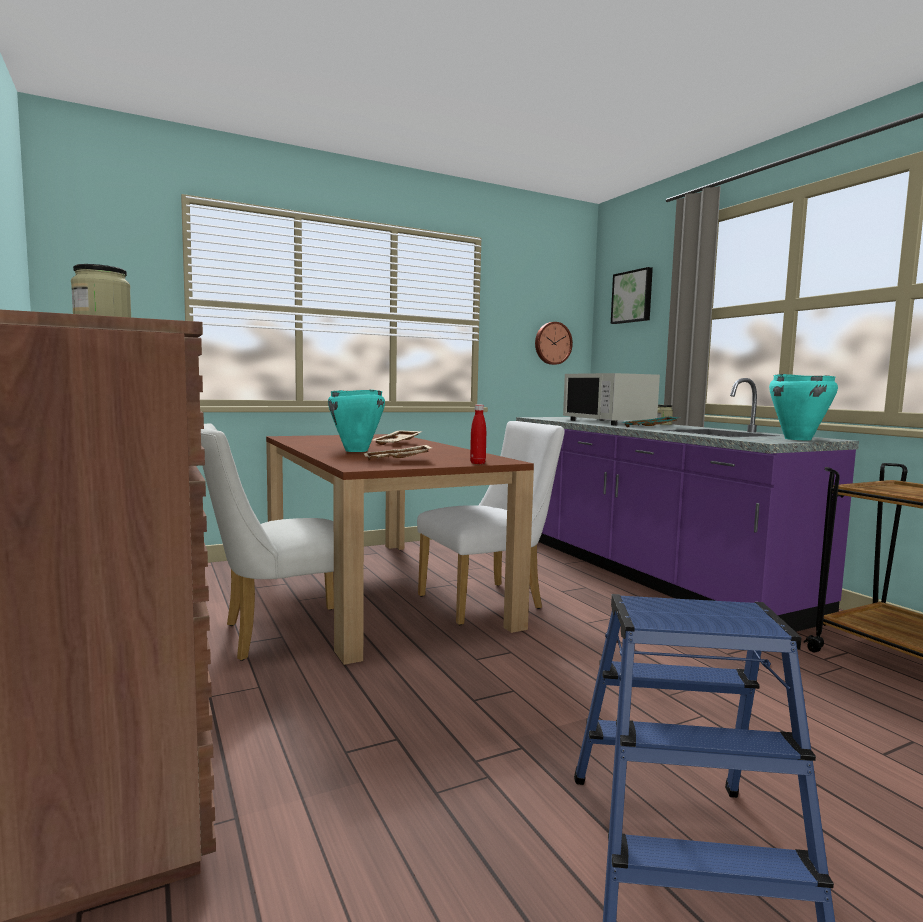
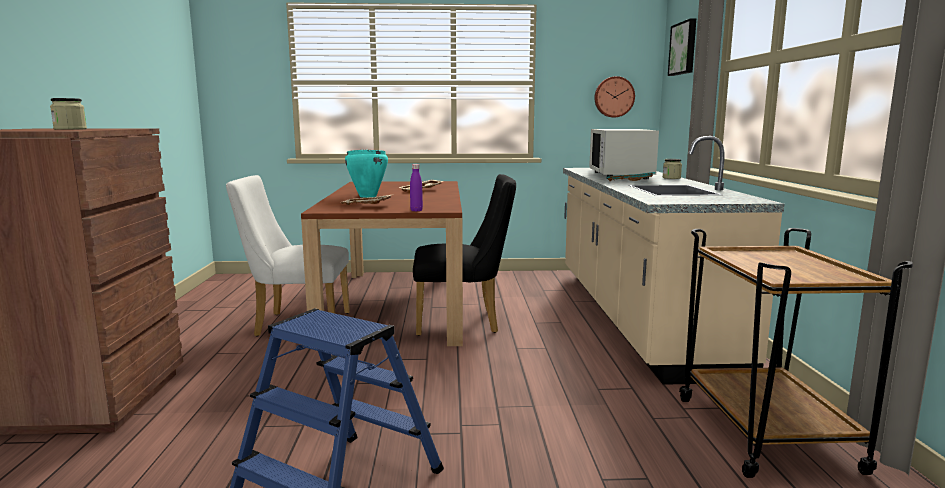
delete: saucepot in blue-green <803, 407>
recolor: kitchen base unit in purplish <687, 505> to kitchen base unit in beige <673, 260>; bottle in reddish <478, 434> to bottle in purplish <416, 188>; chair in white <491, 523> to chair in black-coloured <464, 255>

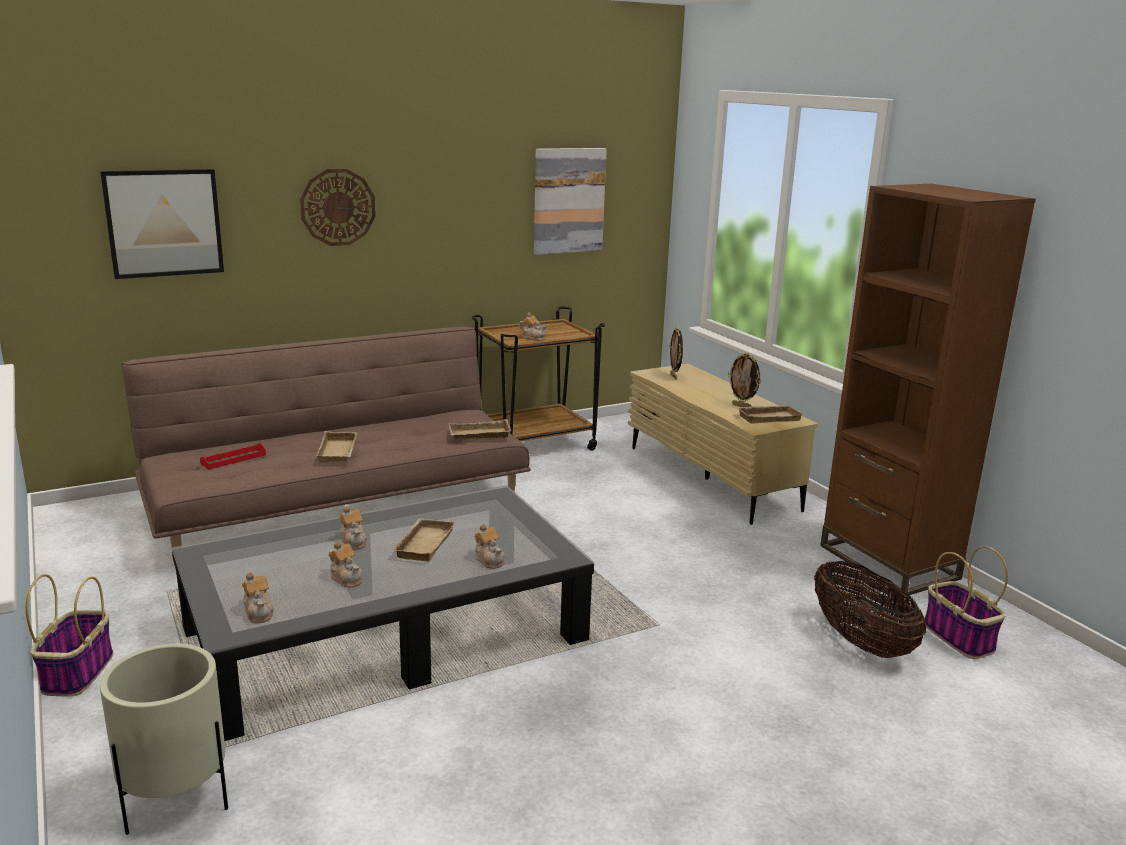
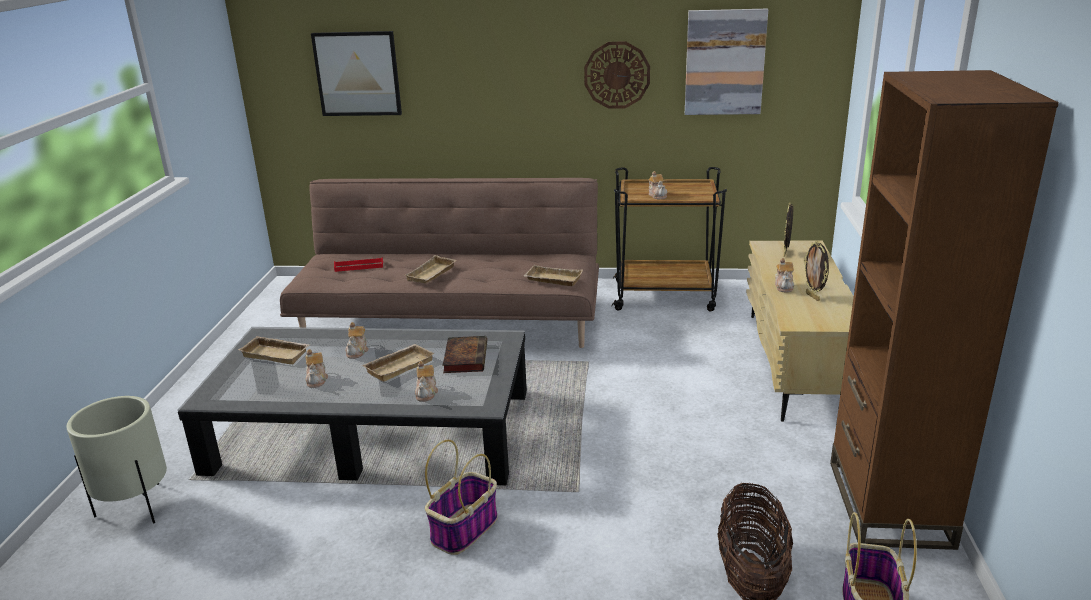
insert: bound book <464, 354>
move: wall clock <338, 207> to <617, 75>; serving tray in beige <770, 414> to <274, 350>; pot for tea <258, 598> to <784, 275>; household basket <69, 635> to <461, 497>

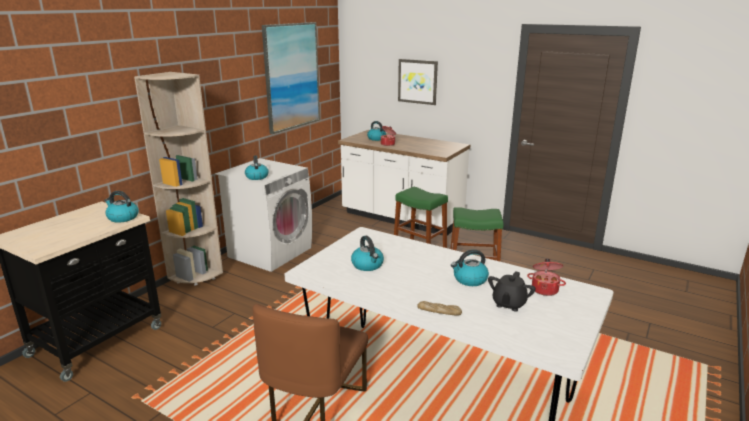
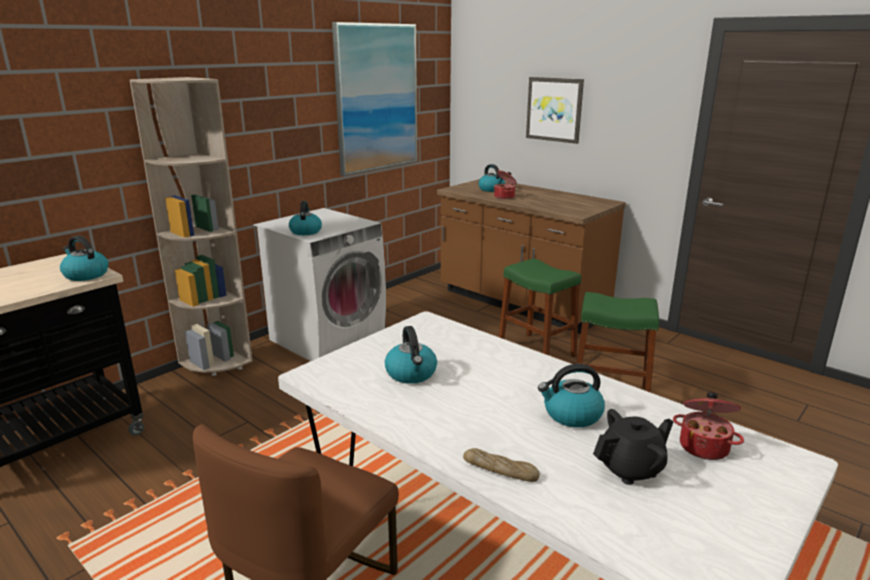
recolor: kitchen base unit in white <404, 183> to kitchen base unit in brown <531, 256>
rotate: pot for tea in black-coloured <512, 291> = <633, 447> 150 degrees counterclockwise

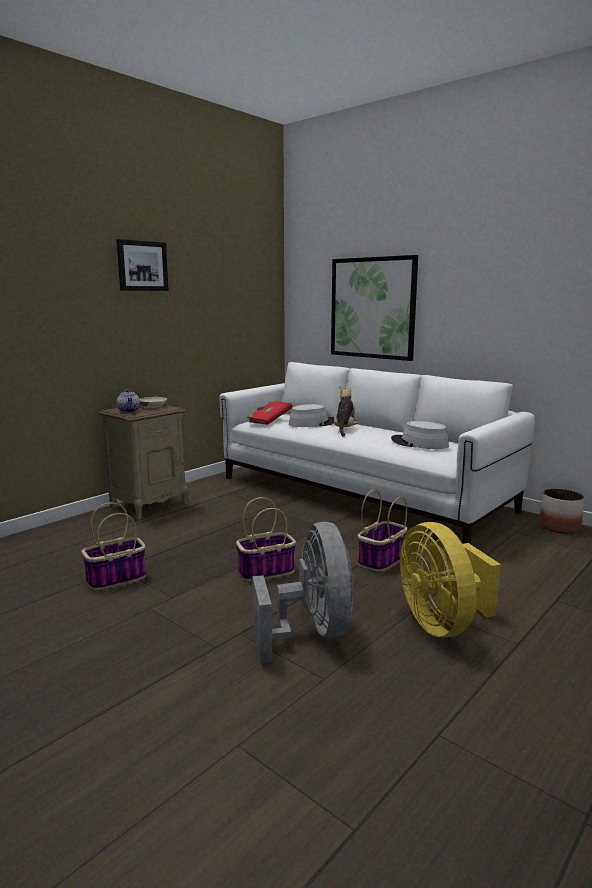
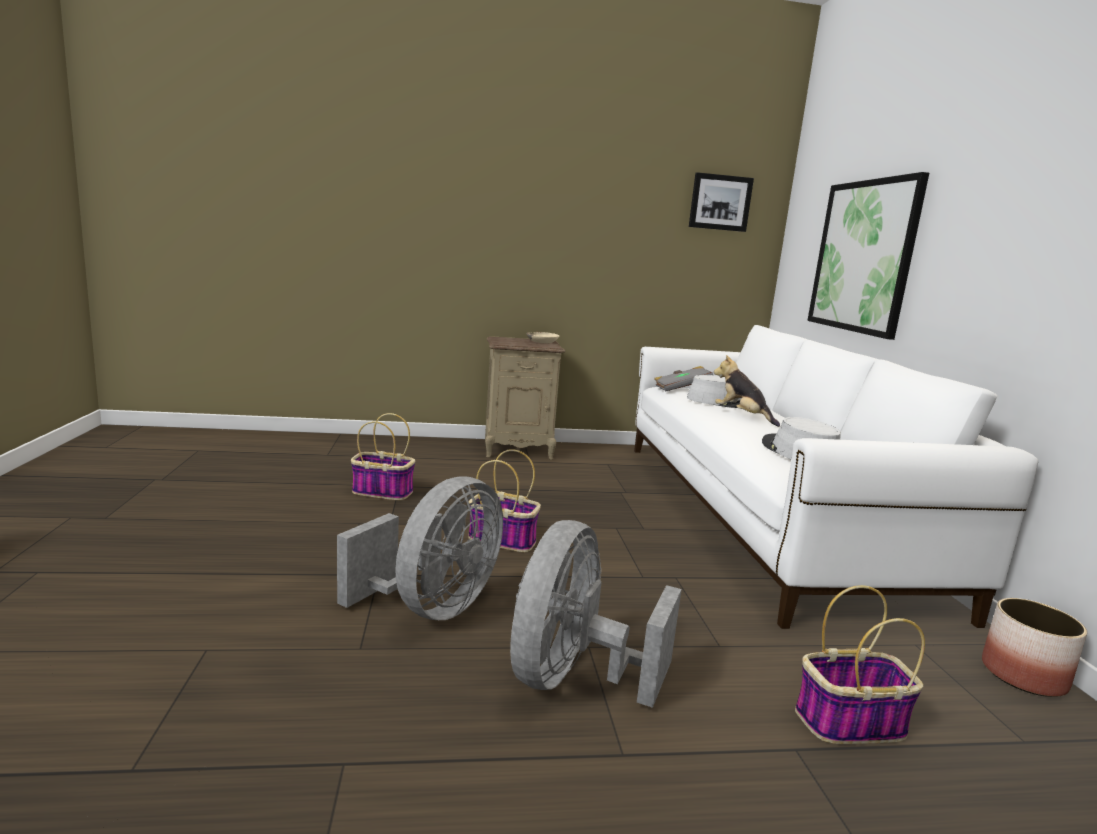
delete: pot for tea <128, 401>
move: wall art <142, 265> to <721, 202>; household basket <382, 531> to <860, 664>
recolor: bound book in reddish <270, 412> to bound book in greyish <683, 378>; electric fan in yellow <450, 580> to electric fan in greyish <596, 614>
rotate: cuddly toy <346, 411> = <747, 391> 90 degrees counterclockwise

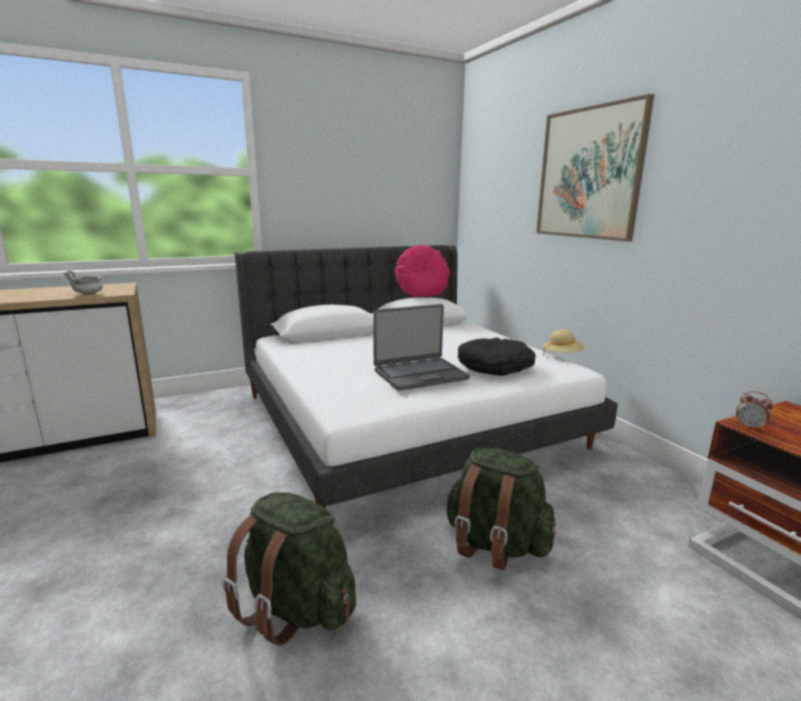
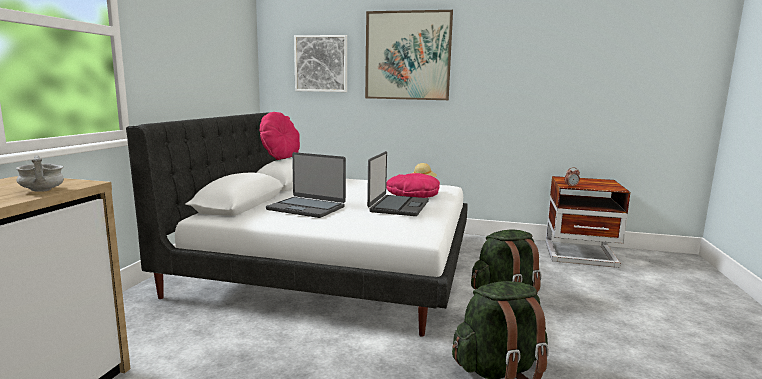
insert: wall art <320, 63>; notebook computer <306, 185>
recolor: pillow in black-coloured <497, 356> to pillow in pinkish <413, 185>

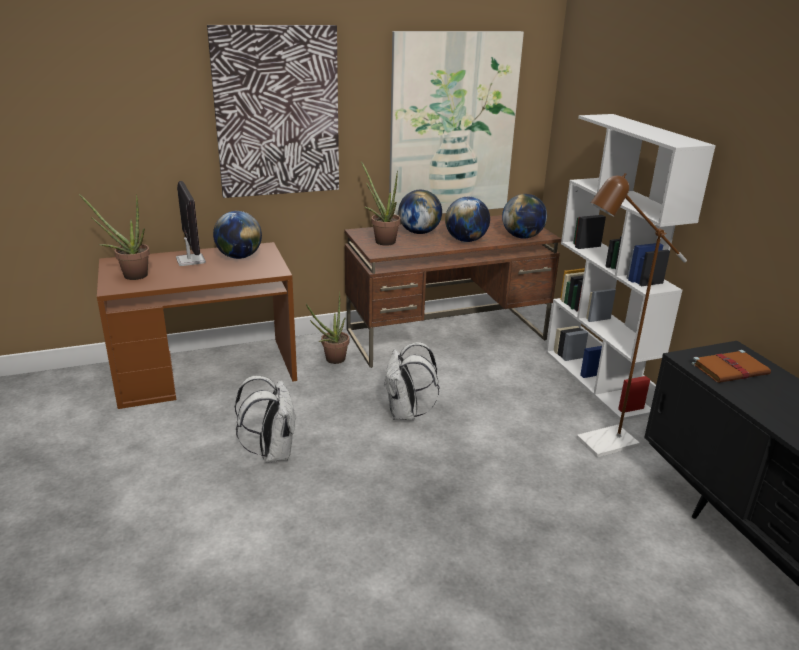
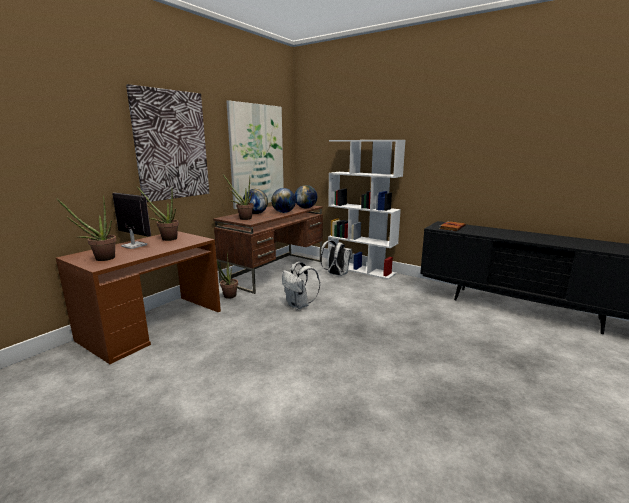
delete: standard lamp in brown <632, 315>
move: knapsack in white <265, 419> to <336, 258>
replace: desk globe <237, 235> to potted plant <157, 213>

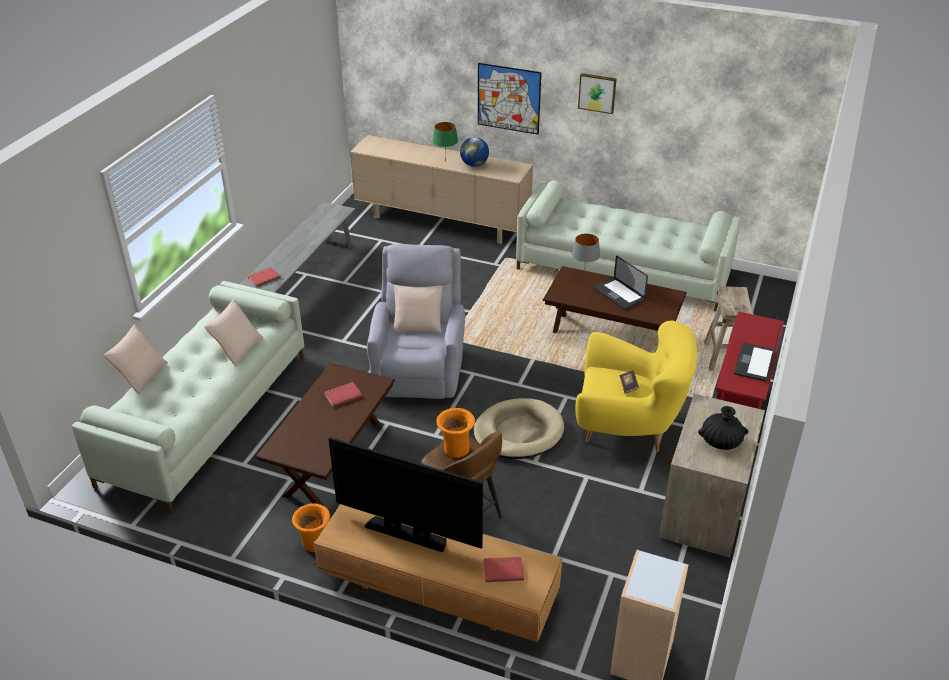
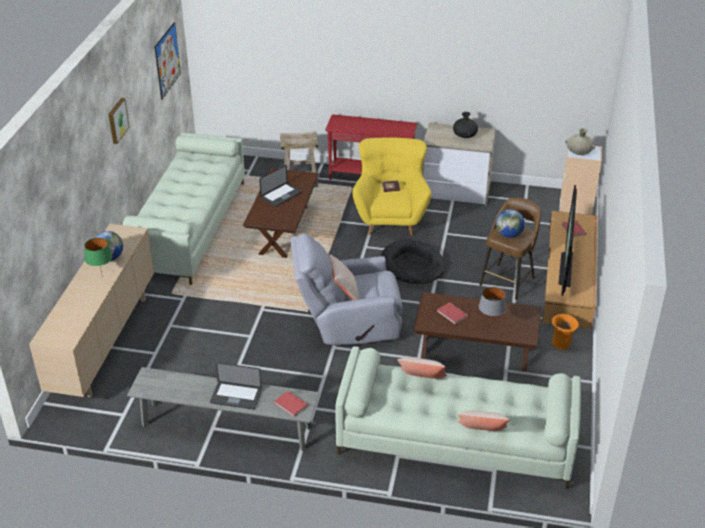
insert: flower vase in beige <580, 141>
move: wall art <509, 99> to <168, 61>; lamp for a table in greyish <586, 254> to <492, 306>; notebook computer <757, 352> to <236, 385>
replace: flower vase in orange-coloured <455, 433> to desk globe <510, 223>
recolor: dog bed in beige <519, 428> to dog bed in black-coloured <413, 261>

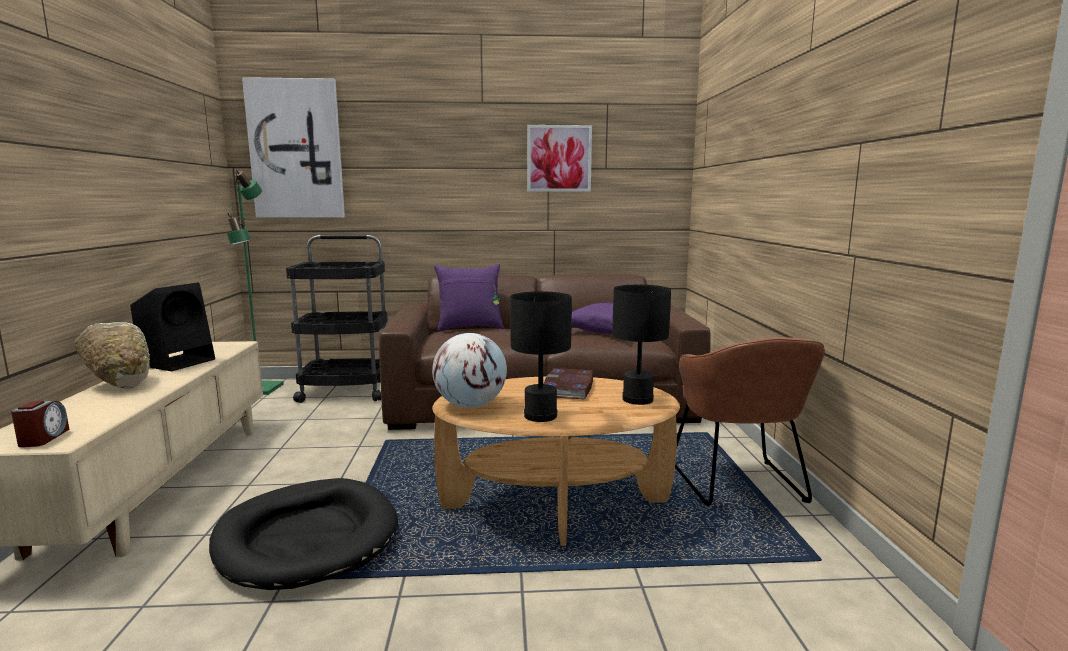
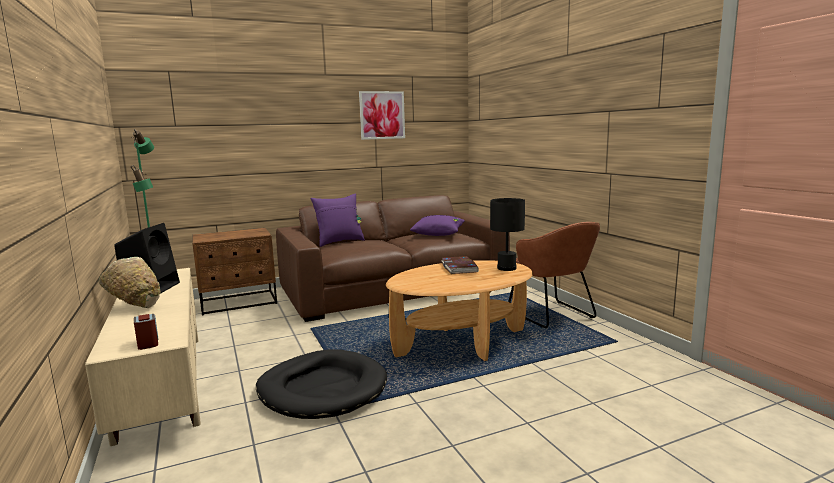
delete: wall art <293, 147>; lamp for a table in black-coloured <541, 357>; desk globe <469, 370>
replace: wheeled cart in black-coloured <337, 318> to bedside table in brown <234, 271>

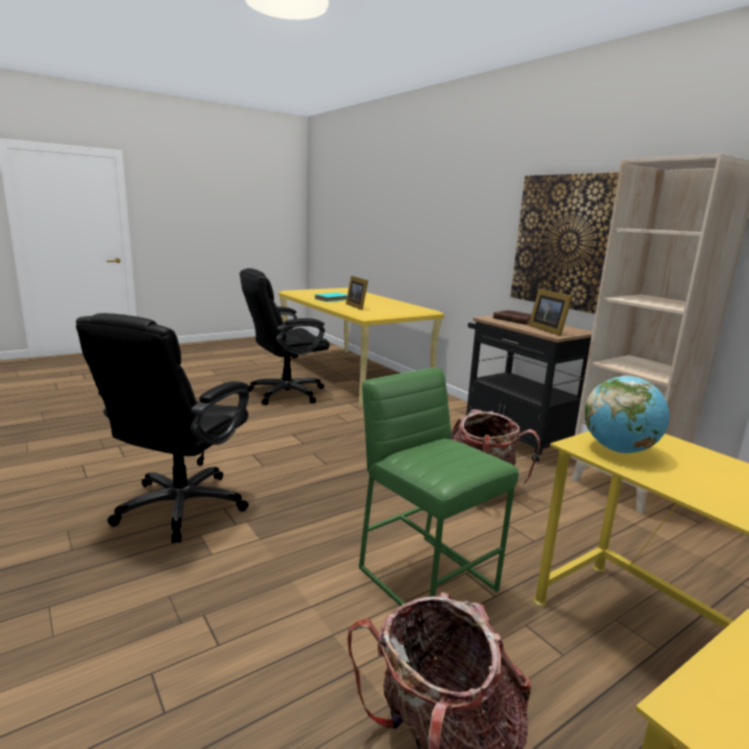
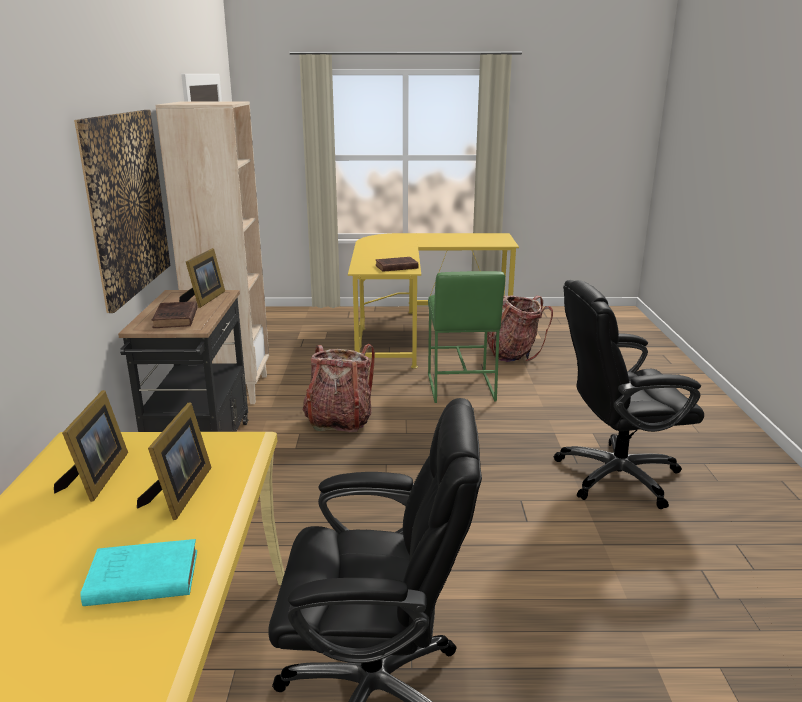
insert: standing frame <91, 446>
replace: desk globe <627, 414> to bound book in brown <397, 264>
rotate: computer chair in black-coloured <162, 428> = <628, 394> 150 degrees counterclockwise

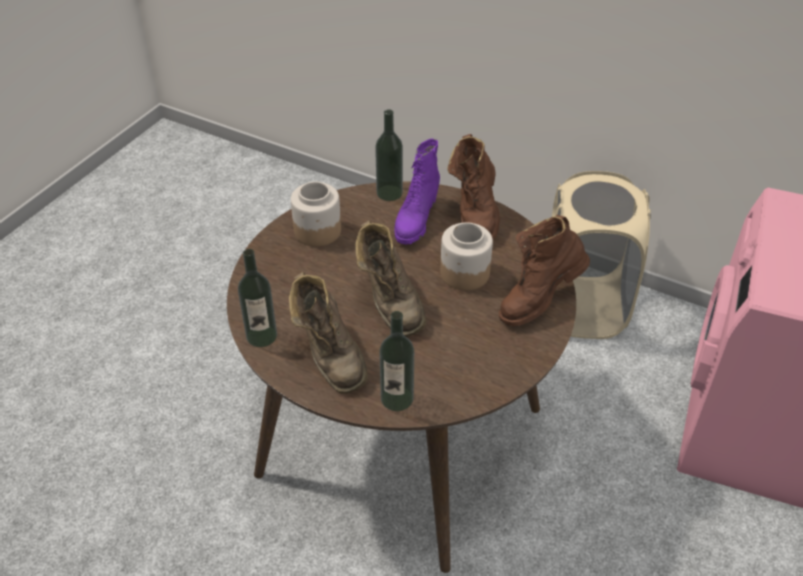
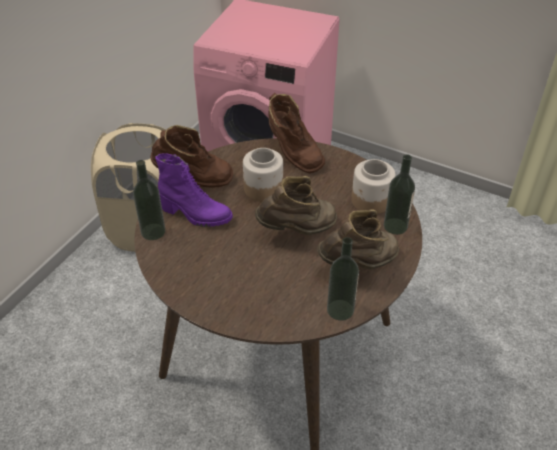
move: jar <316, 214> to <373, 186>

